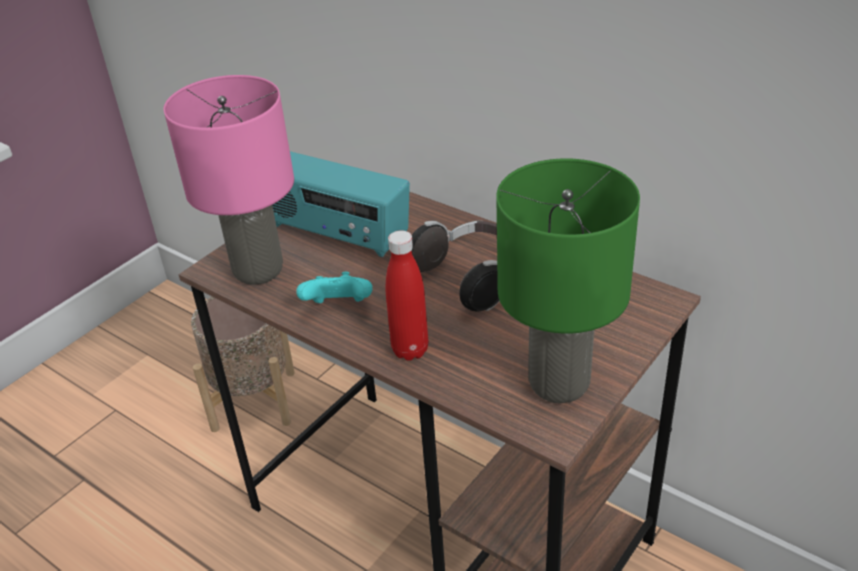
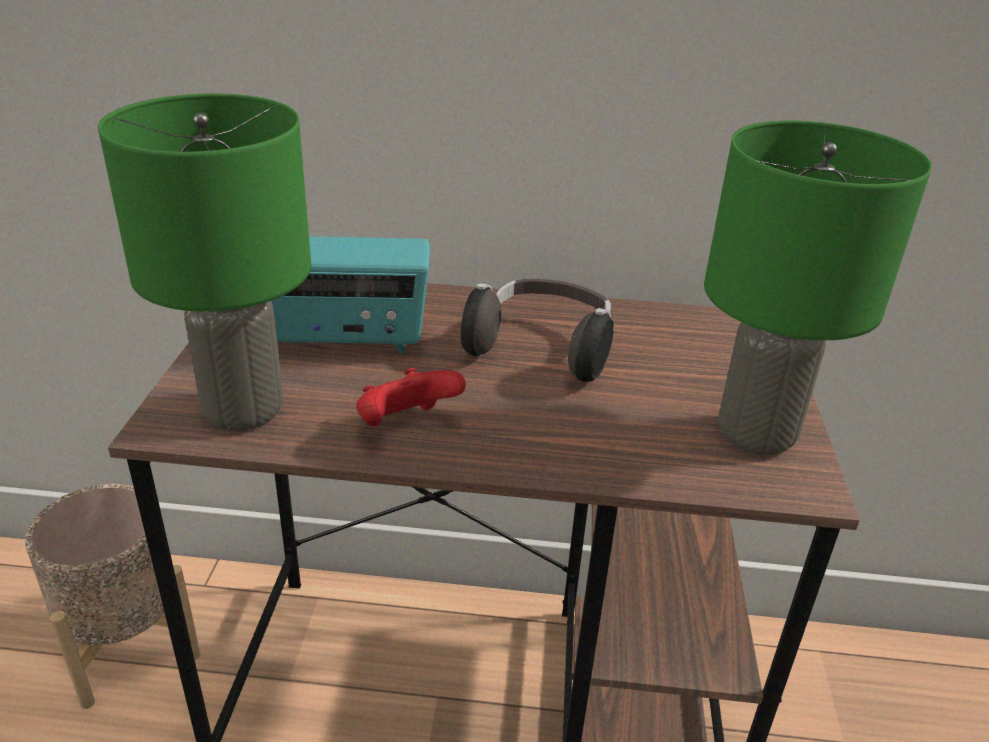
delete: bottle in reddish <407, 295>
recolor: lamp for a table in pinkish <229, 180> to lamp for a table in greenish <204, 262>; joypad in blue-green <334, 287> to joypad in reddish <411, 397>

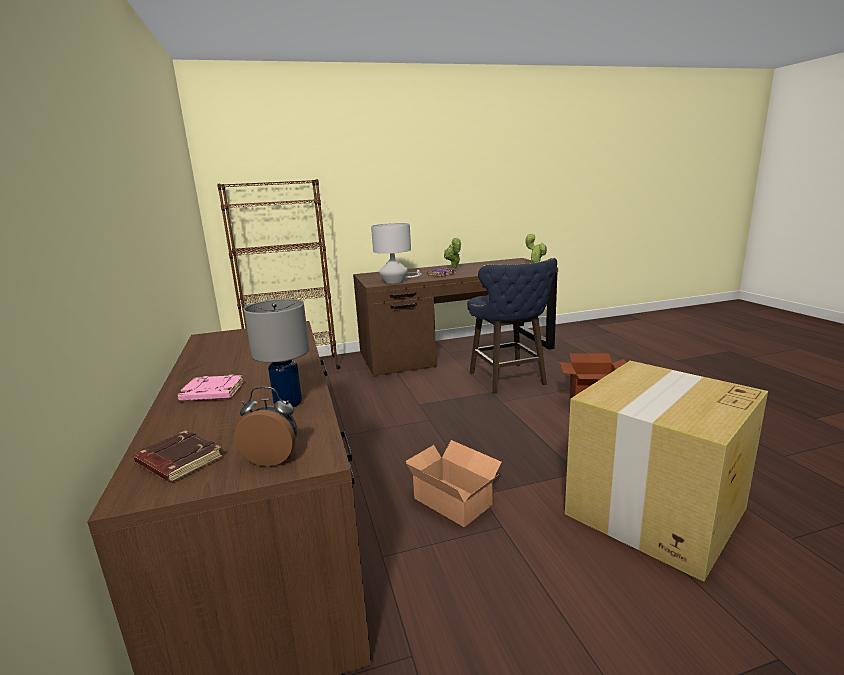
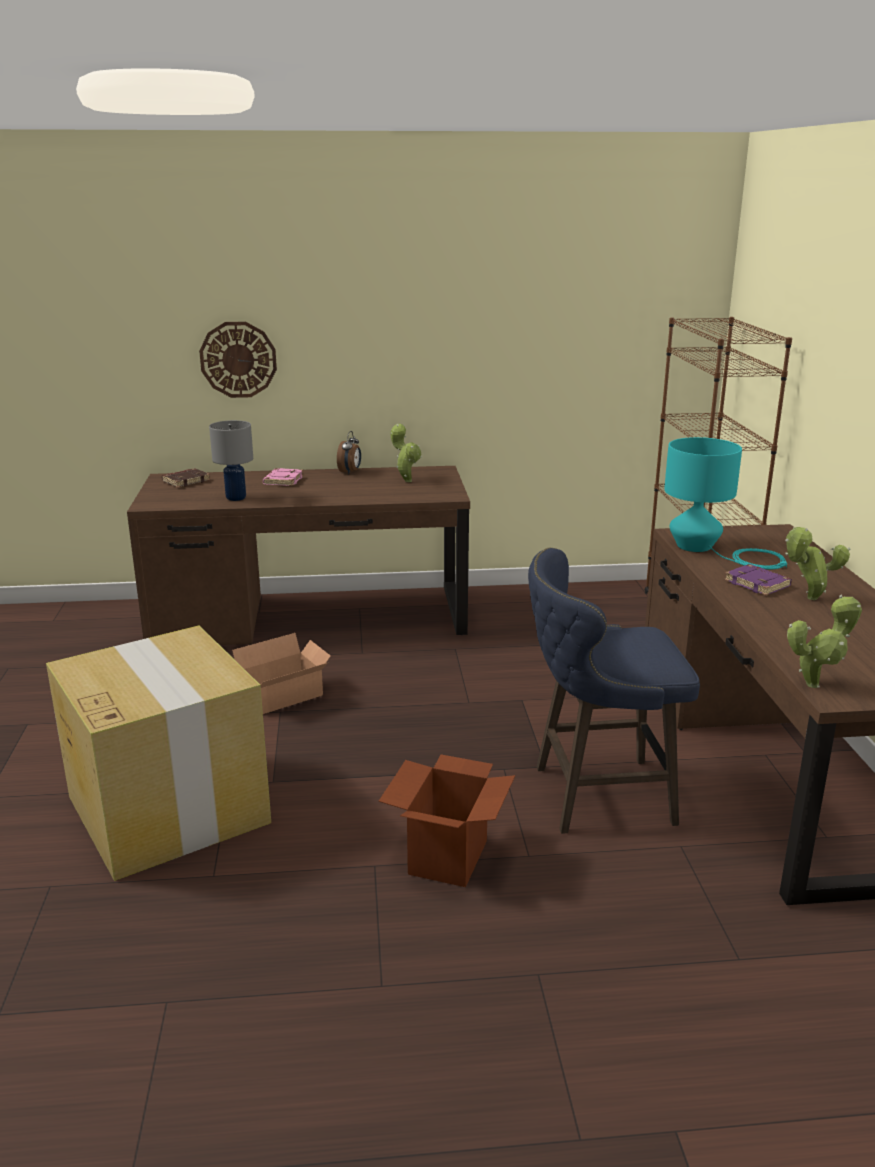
insert: wall clock <238, 360>; potted plant <406, 453>
move: alarm clock <266, 426> to <349, 452>
recolor: lamp for a table in greyish <396, 253> to lamp for a table in blue-green <725, 503>

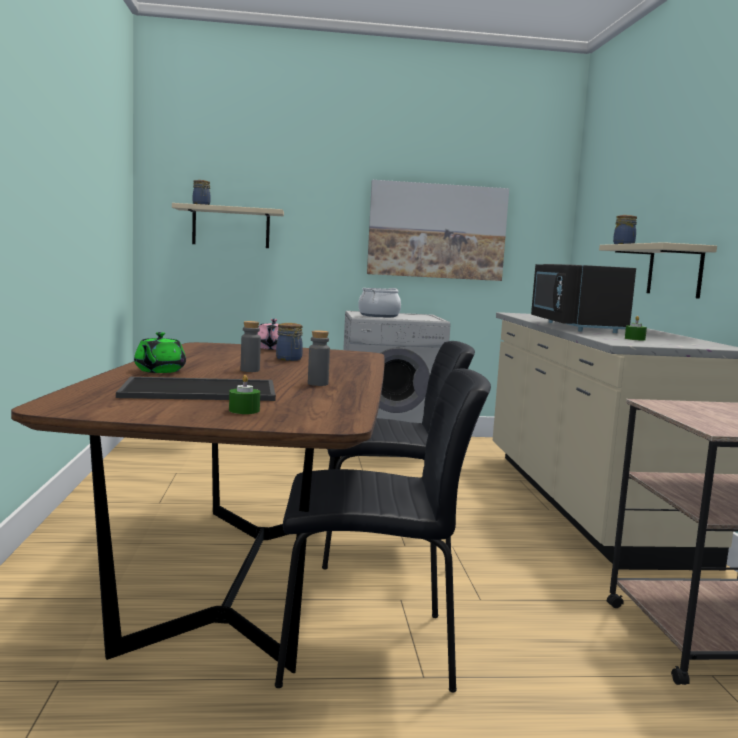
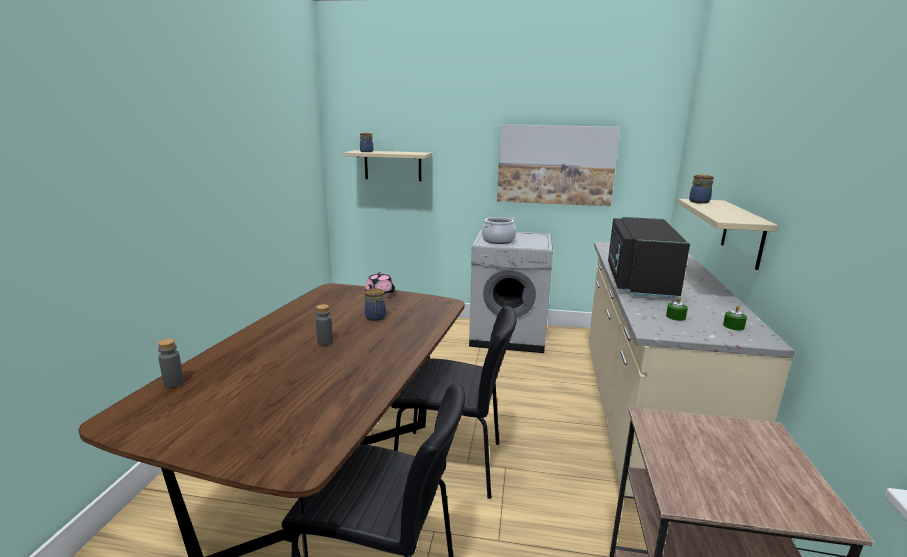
delete: pot for tea in greenish <160, 352>; serving tray <196, 389>
move: bottle in greyish <319, 358> to <171, 363>; wax light in greenish <244, 394> to <735, 318>

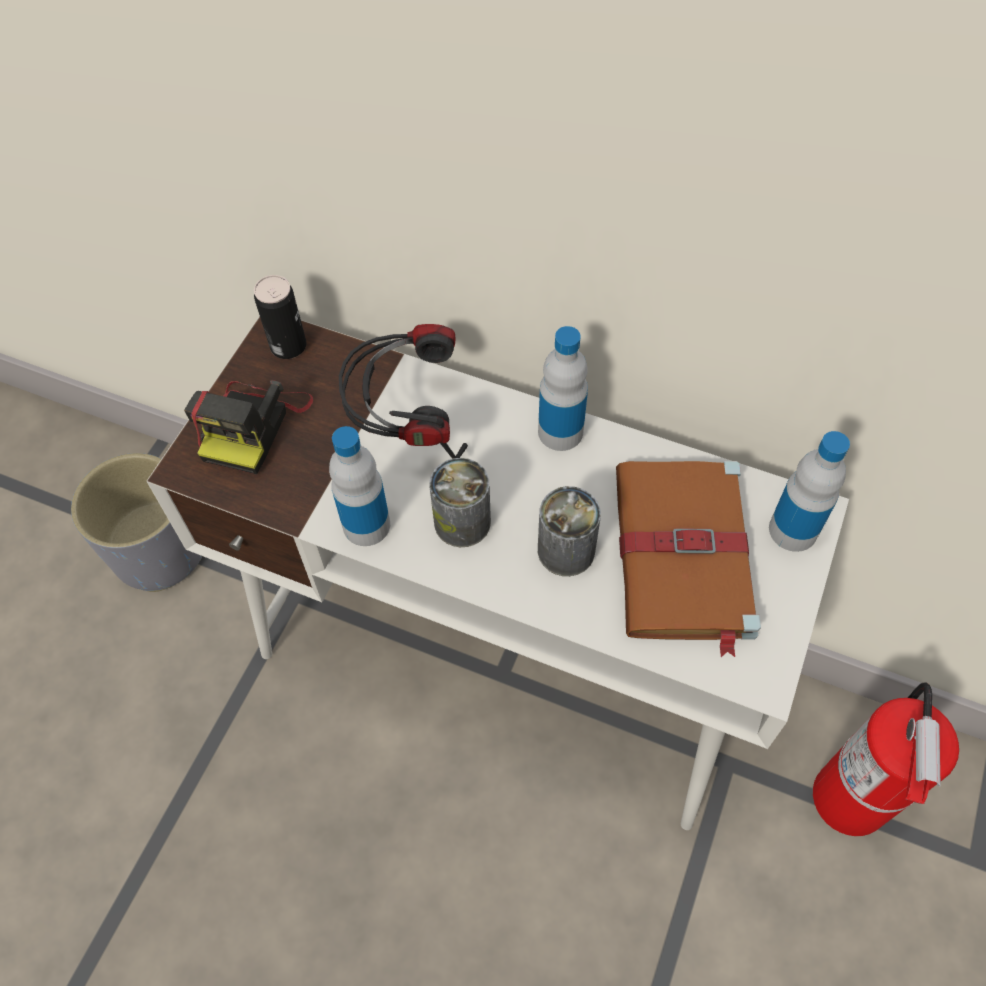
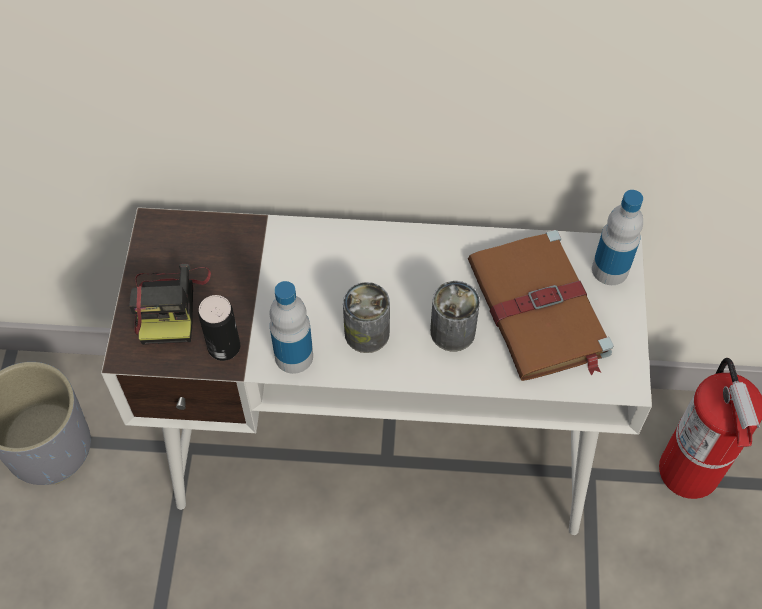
delete: headphones <403, 391>; bottle <563, 388>
move: metal can <280, 317> to <219, 328>

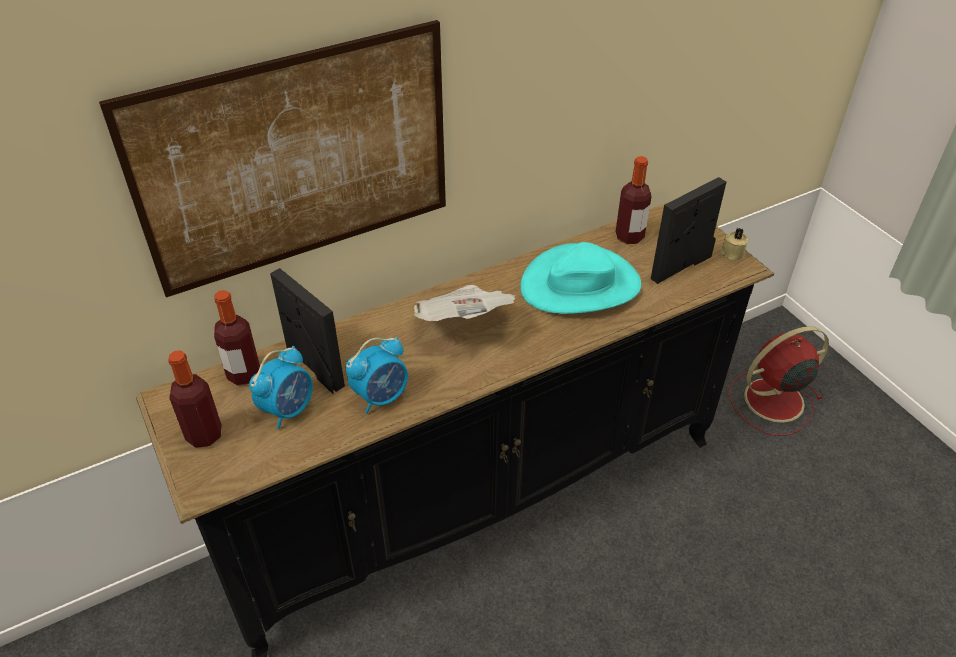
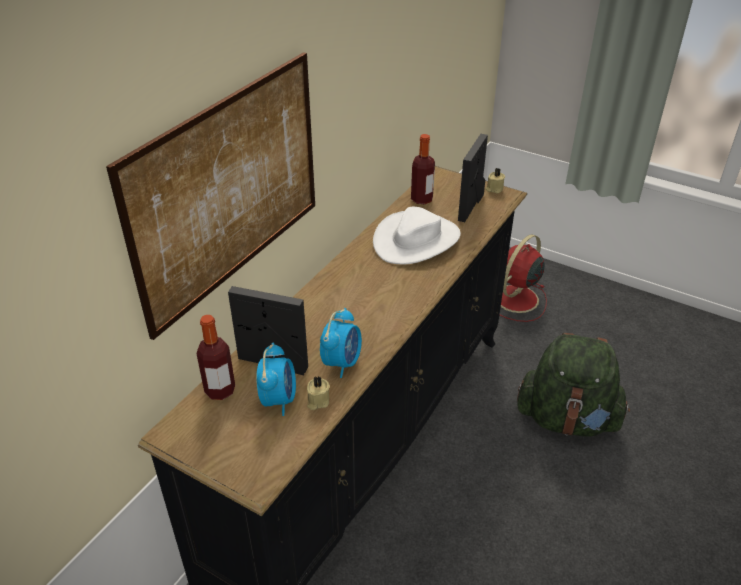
delete: newspaper <465, 303>; bottle <195, 399>
insert: knapsack in greenish <573, 385>; wax light in beige <318, 393>
recolor: wearable hat in blue-green <580, 278> to wearable hat in white <417, 235>

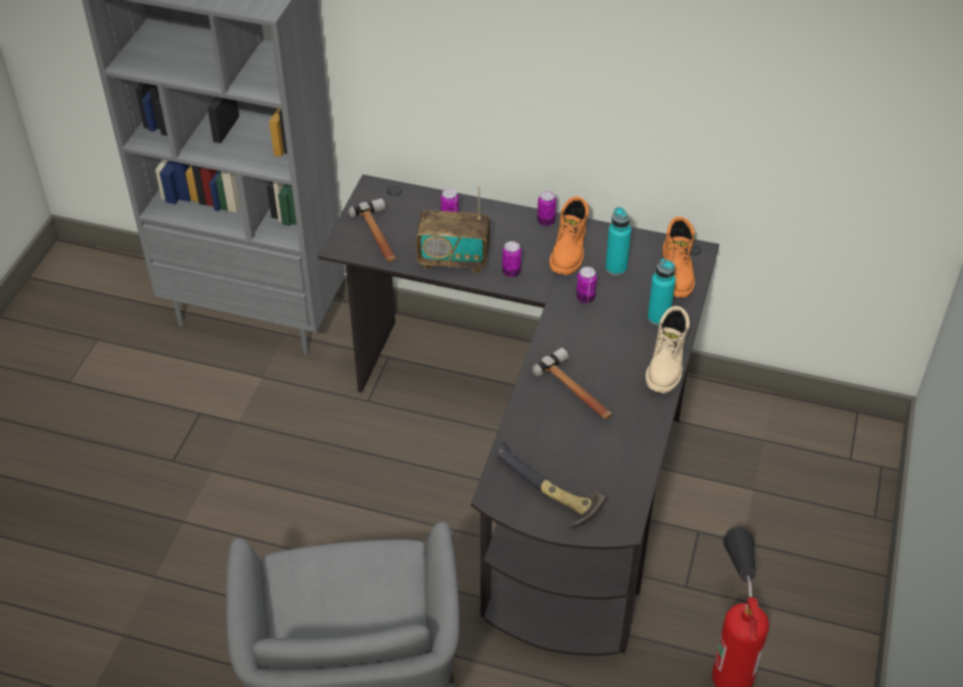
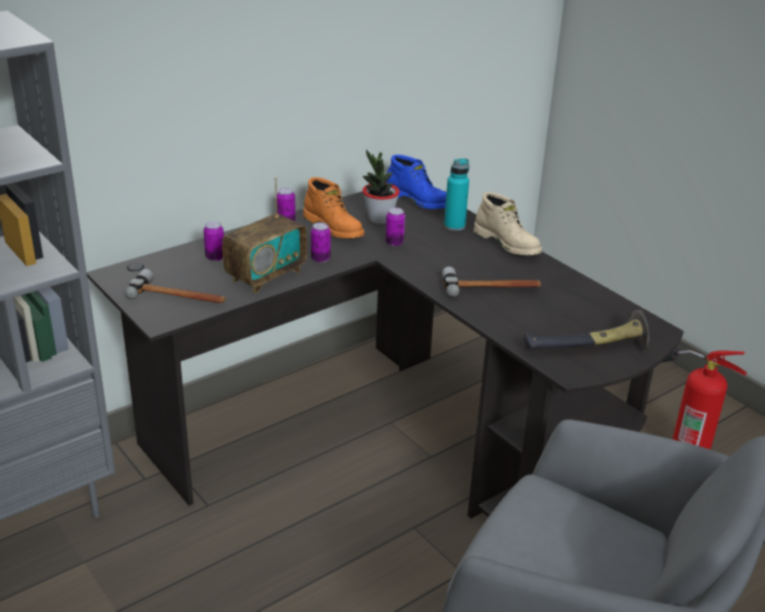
replace: bottle in blue-green <618, 241> to potted plant <381, 187>
recolor: high-top boot in orange-coloured <678, 257> to high-top boot in blue-coloured <416, 182>

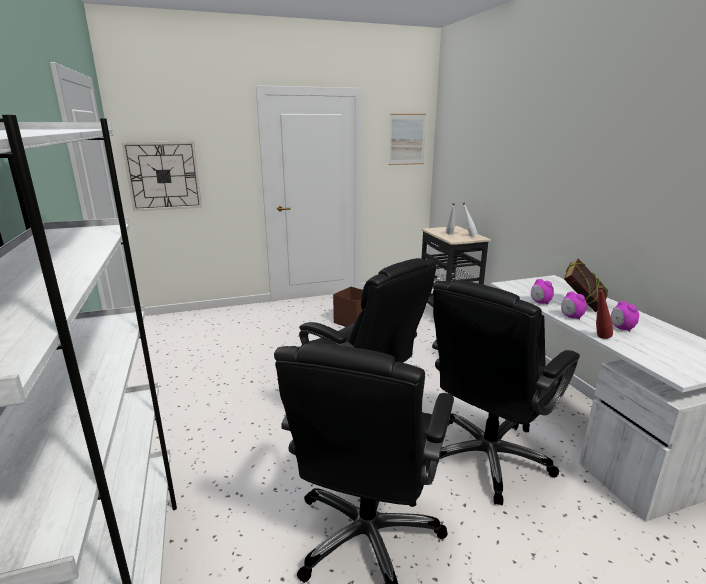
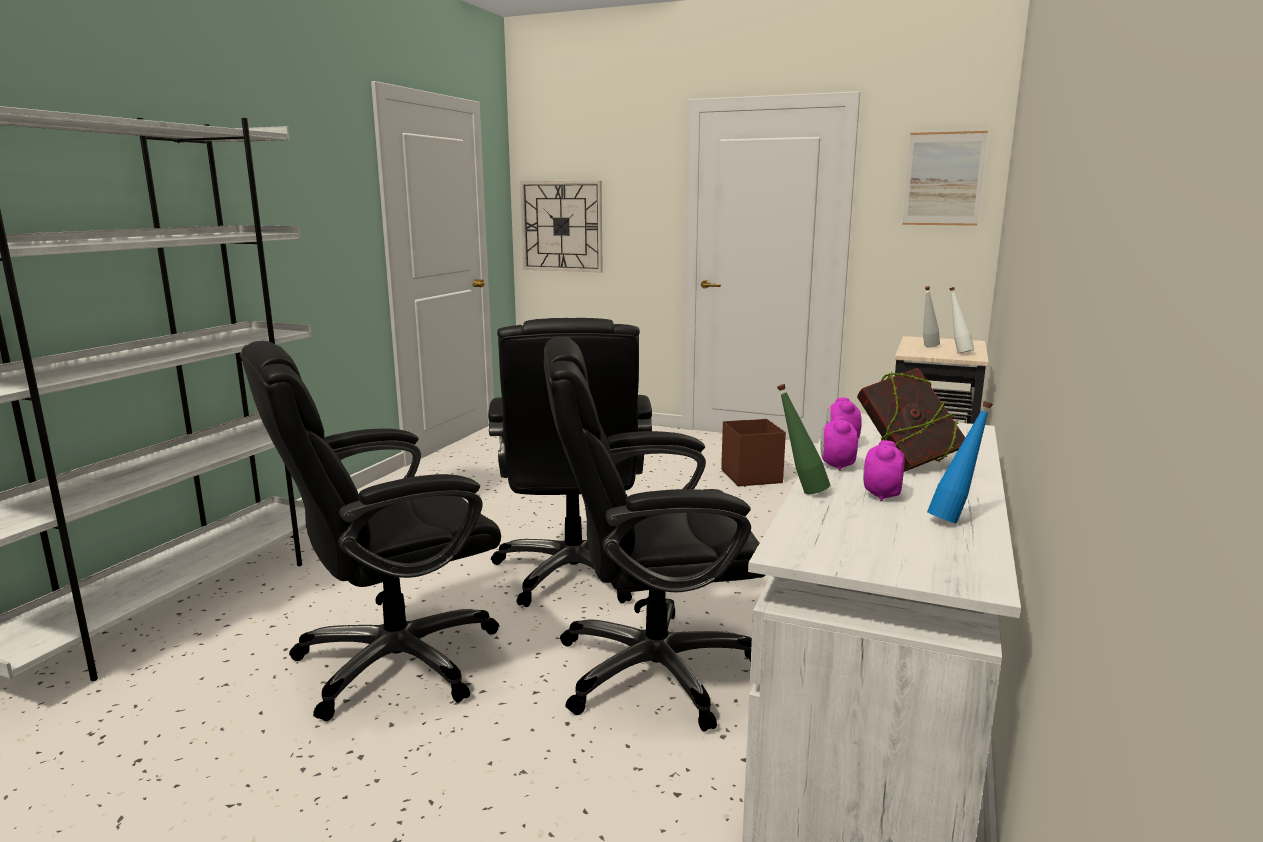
insert: bottle in blue-coloured <960, 462>
recolor: bottle in reddish <604, 312> to bottle in greenish <803, 439>

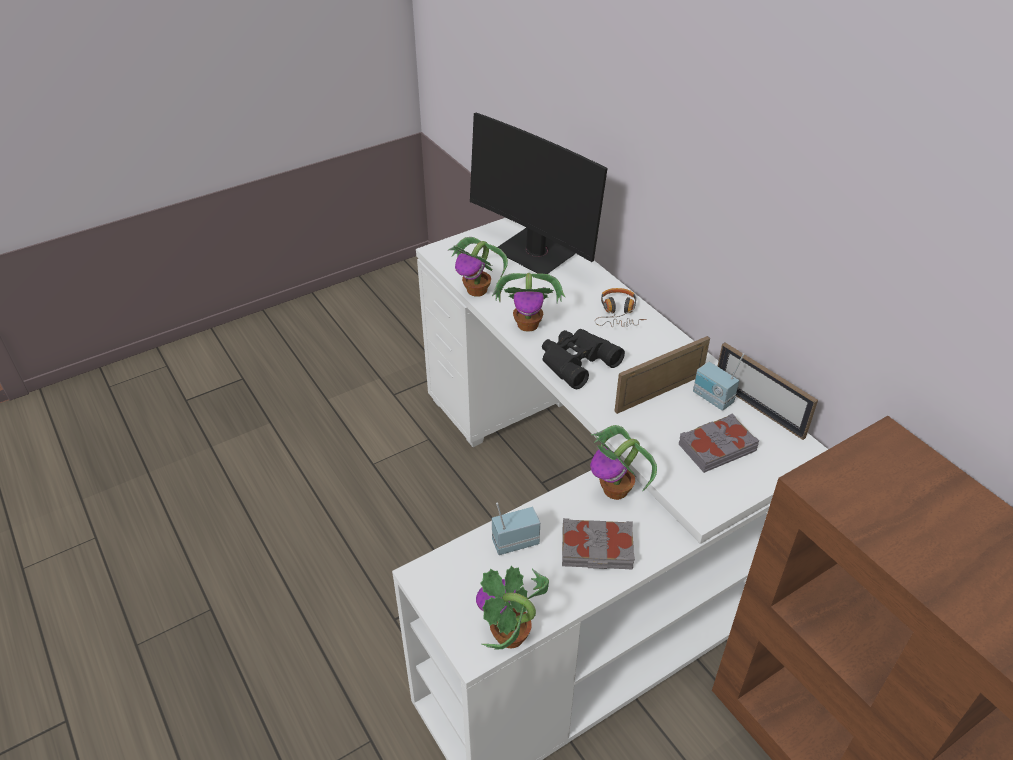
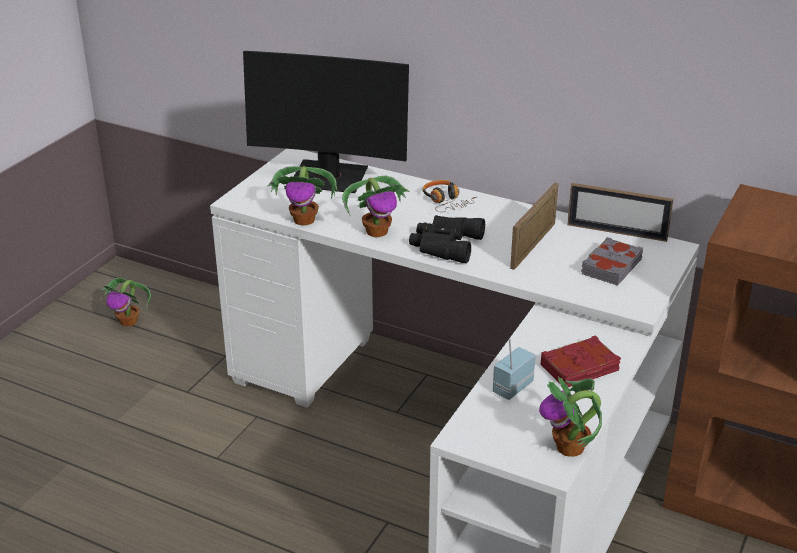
delete: radio set <718, 382>
move: potted plant <623, 462> to <125, 302>
recolor: bound book in greyish <598, 544> to bound book in reddish <581, 361>

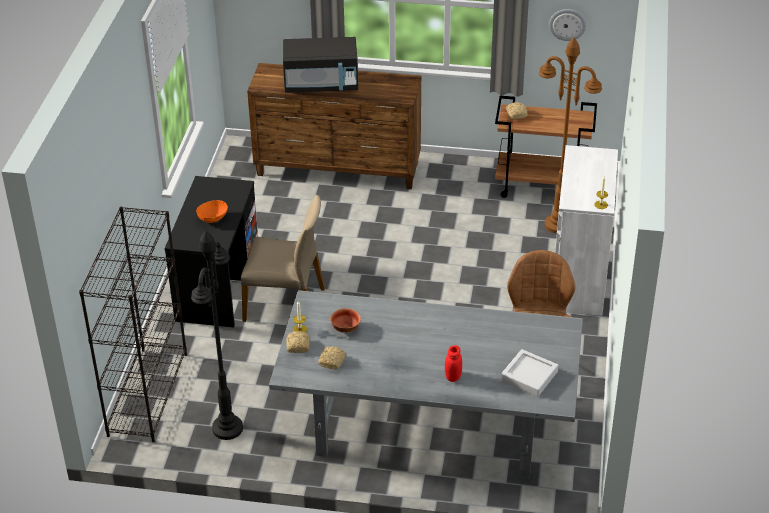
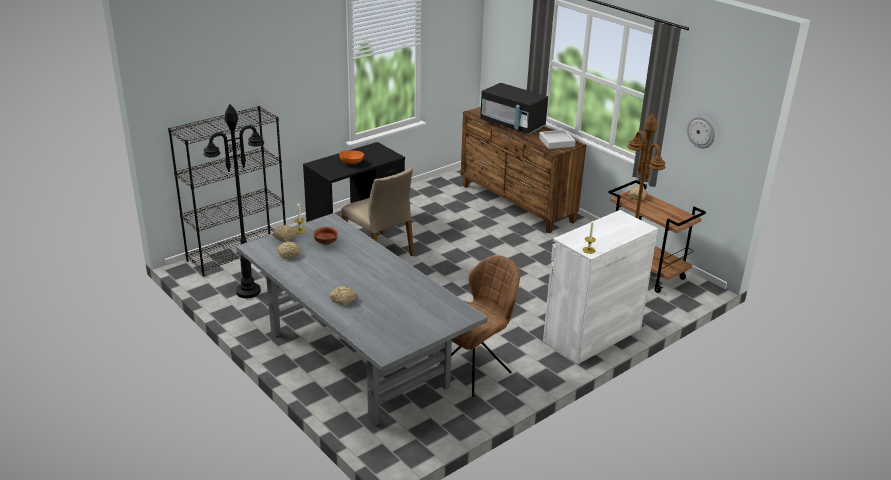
move: serving tray in greyish <530, 373> to <557, 139>
replace: jar in reddish <453, 363> to bakery bread <343, 296>

